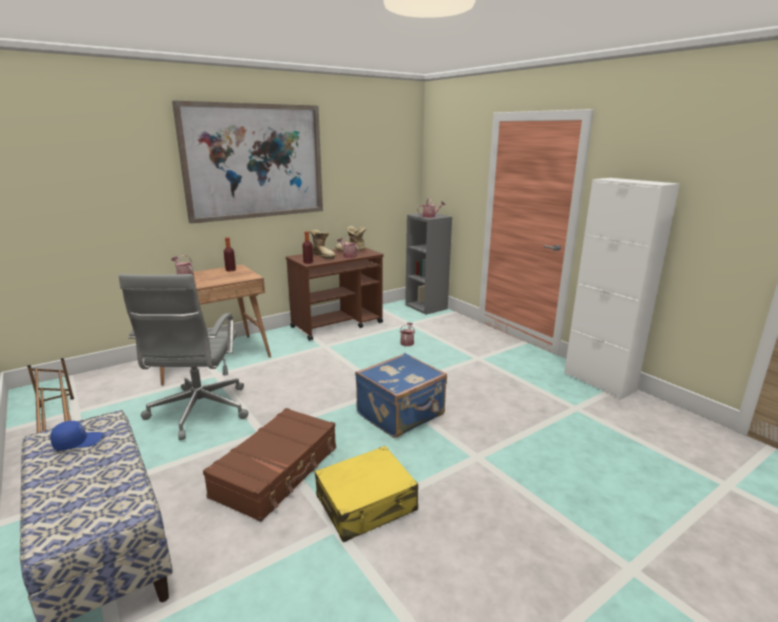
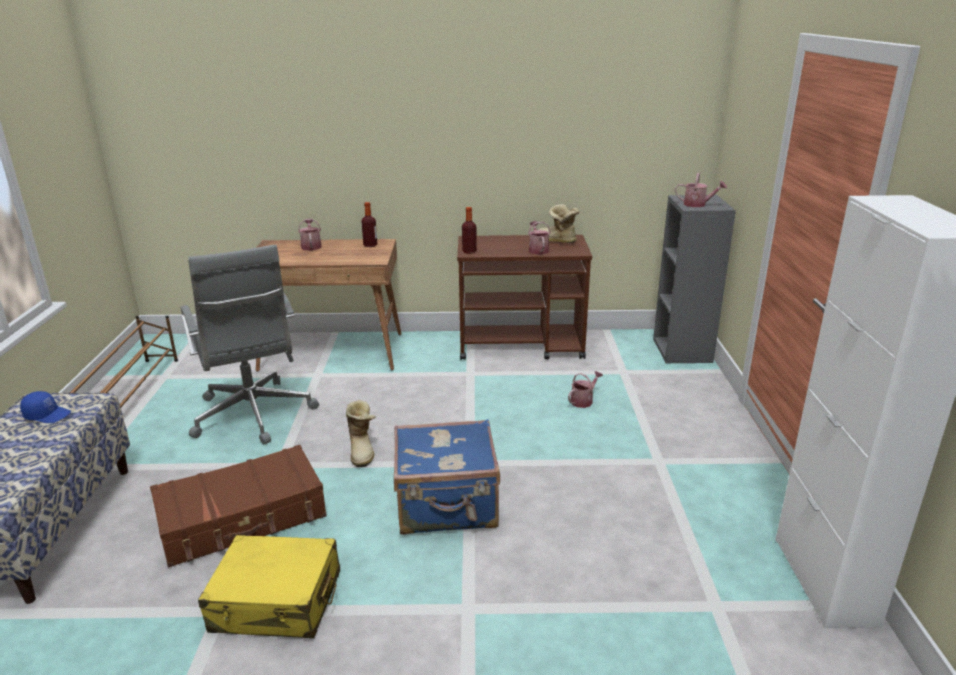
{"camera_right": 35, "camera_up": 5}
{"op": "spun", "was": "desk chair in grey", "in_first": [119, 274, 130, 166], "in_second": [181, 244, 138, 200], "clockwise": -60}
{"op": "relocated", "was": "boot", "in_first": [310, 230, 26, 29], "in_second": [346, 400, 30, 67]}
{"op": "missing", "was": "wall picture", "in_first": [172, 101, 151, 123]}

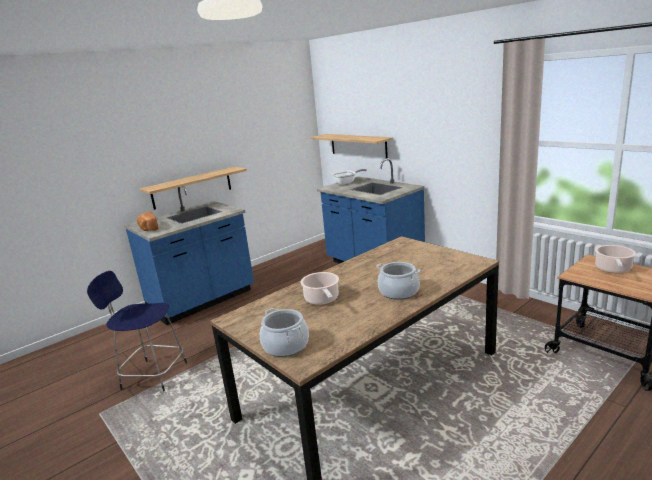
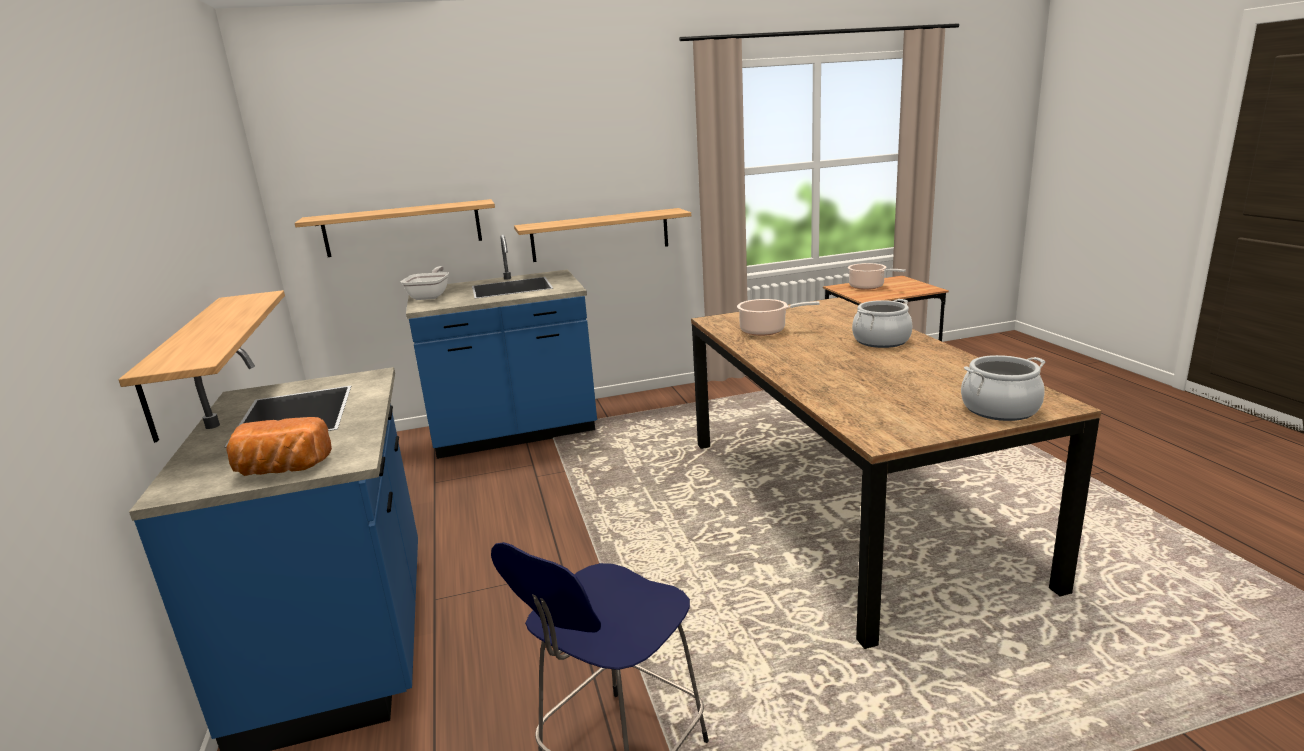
{"camera_right": -65, "camera_up": 0}
{"op": "appeared", "now": "shelf", "in_second": [514, 208, 177, 54]}
{"op": "relocated", "was": "stockpot", "in_first": [300, 272, 39, 33], "in_second": [737, 299, 83, 37]}

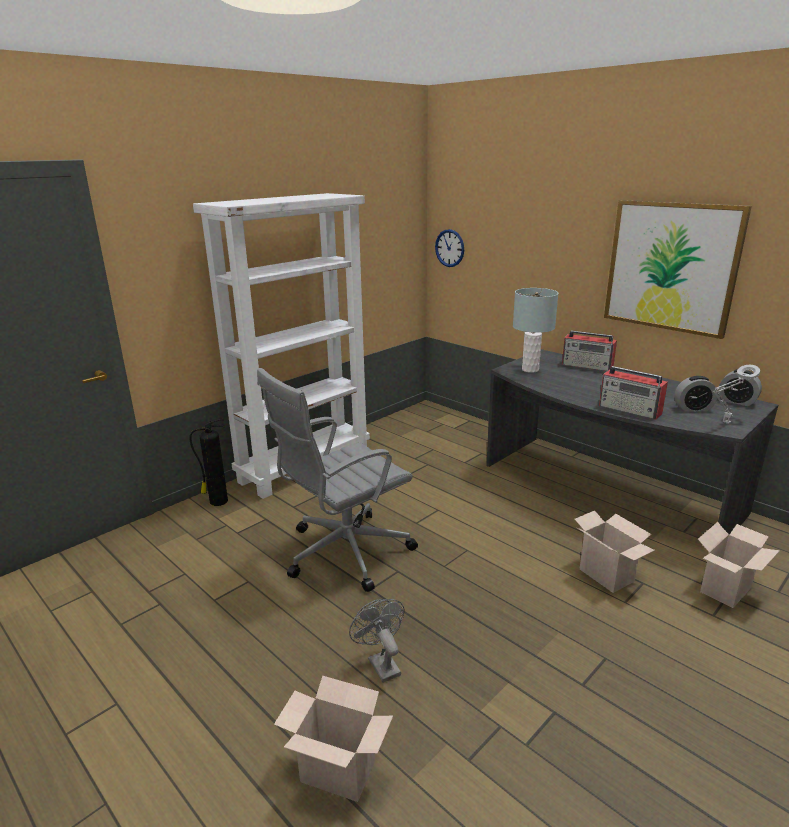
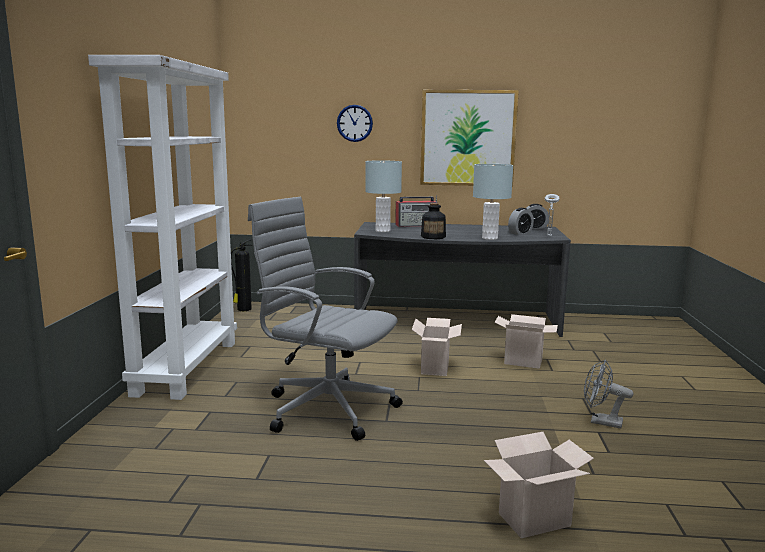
{"camera_right": -40, "camera_up": -10}
{"op": "relocated", "was": "fire-fighting cylinder", "in_first": [189, 418, 39, 88], "in_second": [231, 239, 22, 72]}
{"op": "spun", "was": "desk chair in grey", "in_first": [257, 368, 161, 224], "in_second": [248, 197, 155, 244], "clockwise": 105}
{"op": "relocated", "was": "hanging clock", "in_first": [435, 229, 29, 38], "in_second": [337, 105, 36, 37]}
{"op": "relocated", "was": "carton", "in_first": [698, 522, 82, 86], "in_second": [412, 318, 50, 58]}
{"op": "appeared", "now": "bottle", "in_second": [421, 203, 25, 36]}
{"op": "exchanged", "was": "radio receiver", "now": "table lamp in grey", "in_first": [599, 366, 69, 54], "in_second": [473, 164, 40, 76]}
{"op": "relocated", "was": "fan in grey", "in_first": [349, 599, 56, 84], "in_second": [584, 359, 50, 69]}

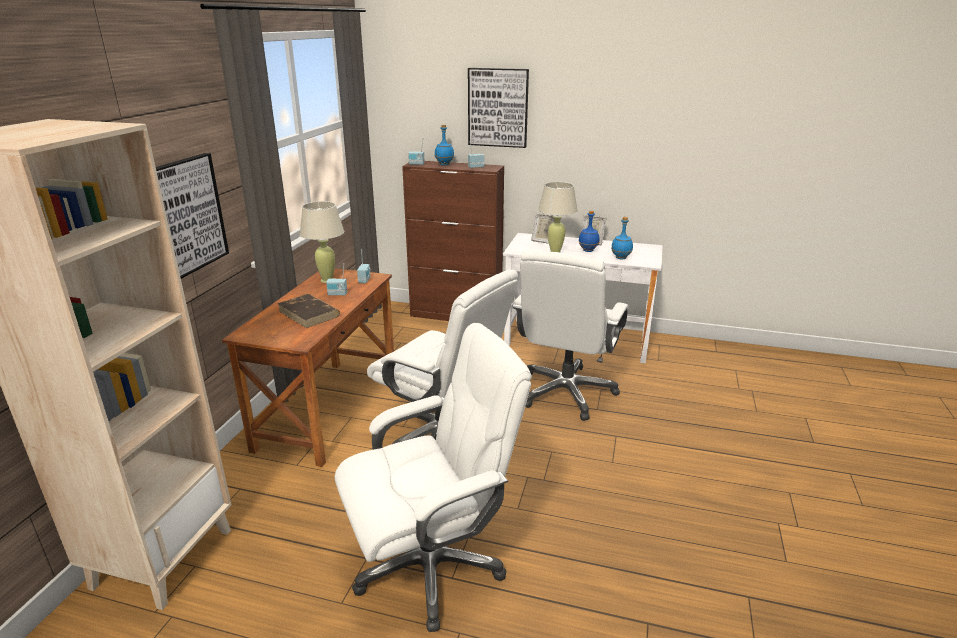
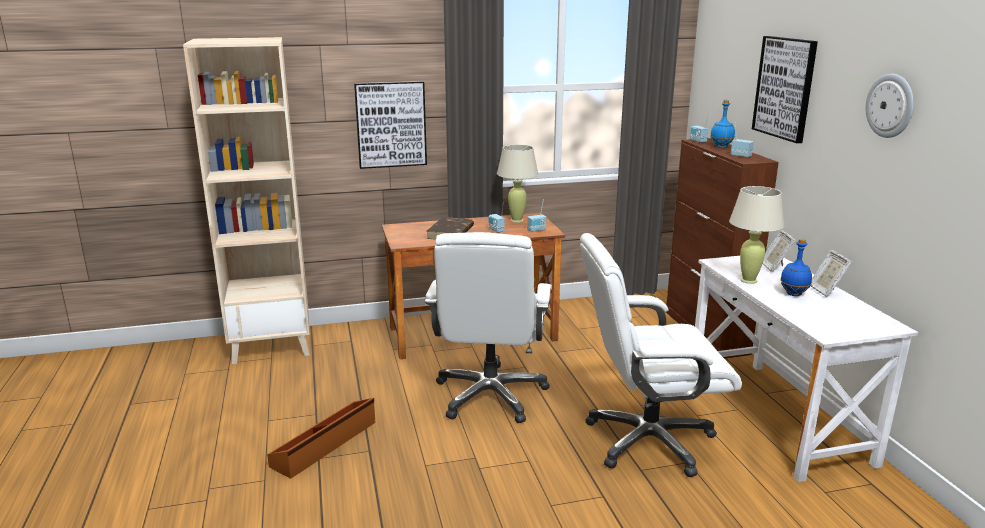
{"camera_right": 60, "camera_up": -5}
{"op": "exchanged", "was": "desk chair in whitish", "now": "storage box in brown-coloured", "in_first": [335, 323, 197, 309], "in_second": [267, 398, 108, 81]}
{"op": "appeared", "now": "hanging clock", "in_second": [866, 73, 48, 65]}
{"op": "missing", "was": "bottle in bluish", "in_first": [611, 217, 22, 43]}

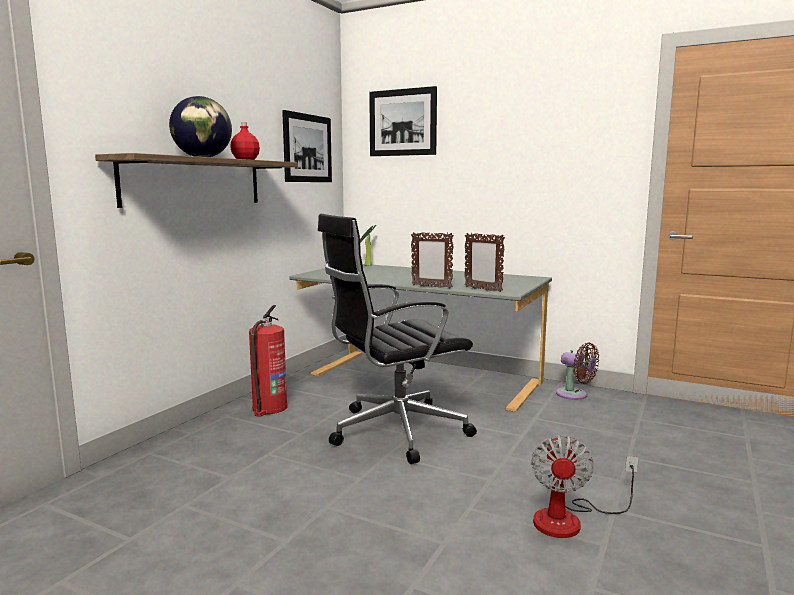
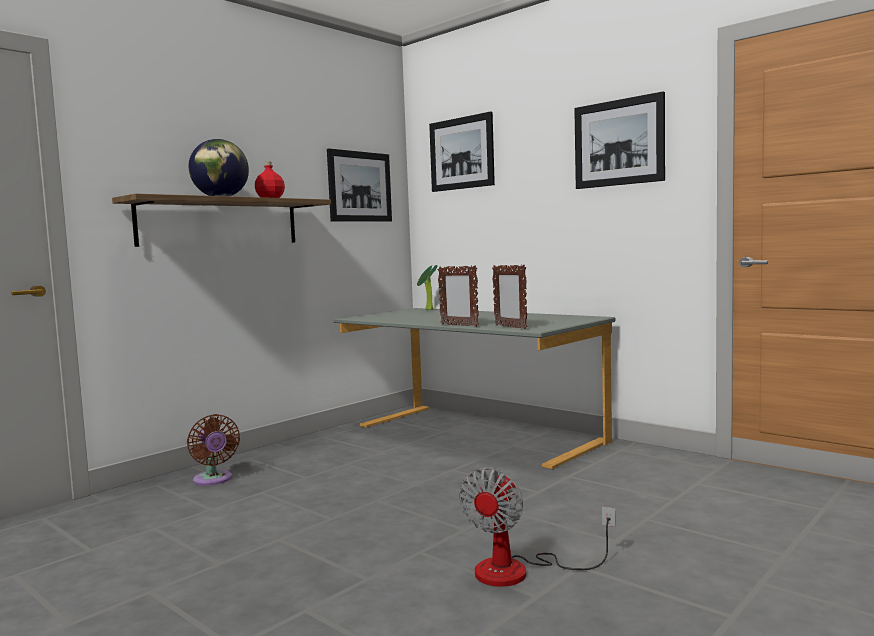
{"camera_right": 15, "camera_up": -5}
{"op": "relocated", "was": "fan in brown-coloured", "in_first": [556, 342, 43, 58], "in_second": [187, 414, 53, 72]}
{"op": "appeared", "now": "wall picture", "in_second": [574, 91, 91, 98]}
{"op": "missing", "was": "fire-fighting cylinder", "in_first": [249, 305, 39, 112]}
{"op": "missing", "was": "desk chair in black", "in_first": [318, 214, 159, 250]}

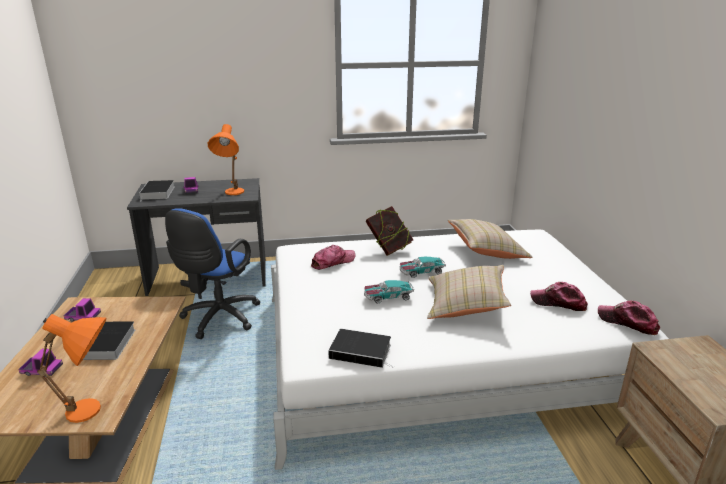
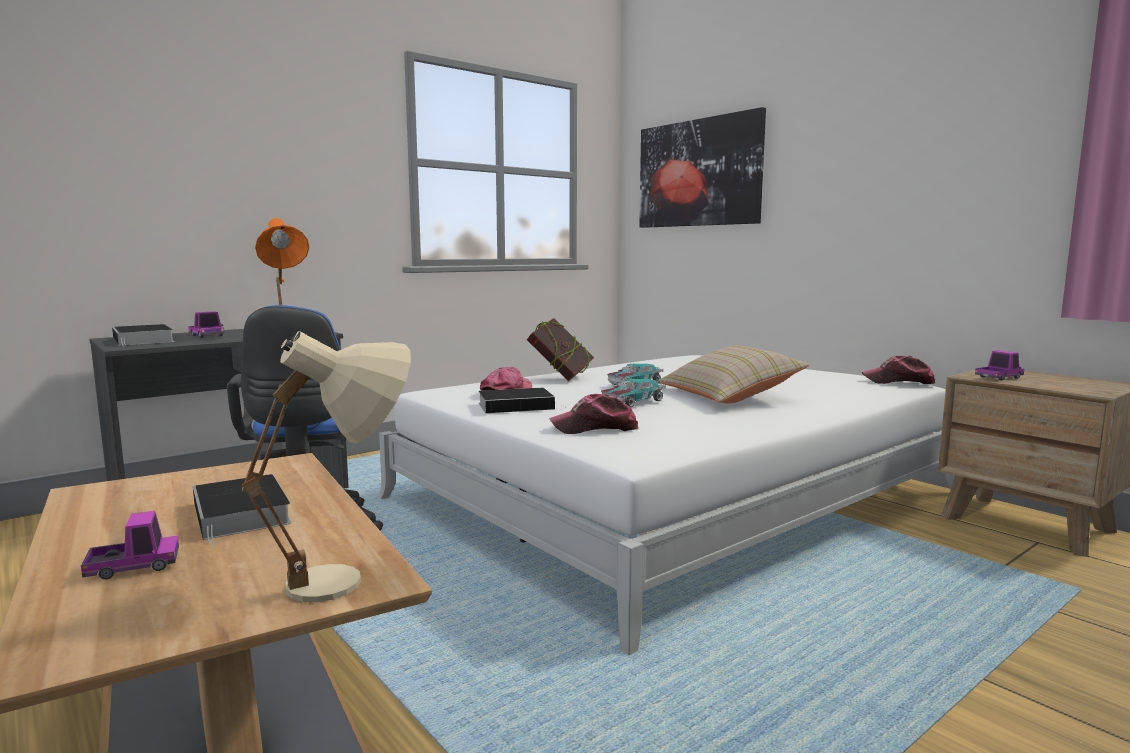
{"camera_right": -30, "camera_up": -15}
{"op": "colour", "was": "table lamp in orange-coloured", "now": "table lamp in beige", "in_first": [37, 314, 69, 109], "in_second": [242, 331, 169, 271]}
{"op": "relocated", "was": "book", "in_first": [328, 329, 66, 39], "in_second": [479, 388, 88, 25]}
{"op": "relocated", "was": "peaked cap", "in_first": [530, 282, 58, 29], "in_second": [549, 394, 90, 40]}
{"op": "appeared", "now": "wall picture", "in_second": [639, 107, 127, 121]}
{"op": "relocated", "was": "toy lorry", "in_first": [64, 298, 37, 24], "in_second": [975, 350, 49, 31]}
{"op": "missing", "was": "throw pillow in beige", "in_first": [448, 219, 84, 40]}

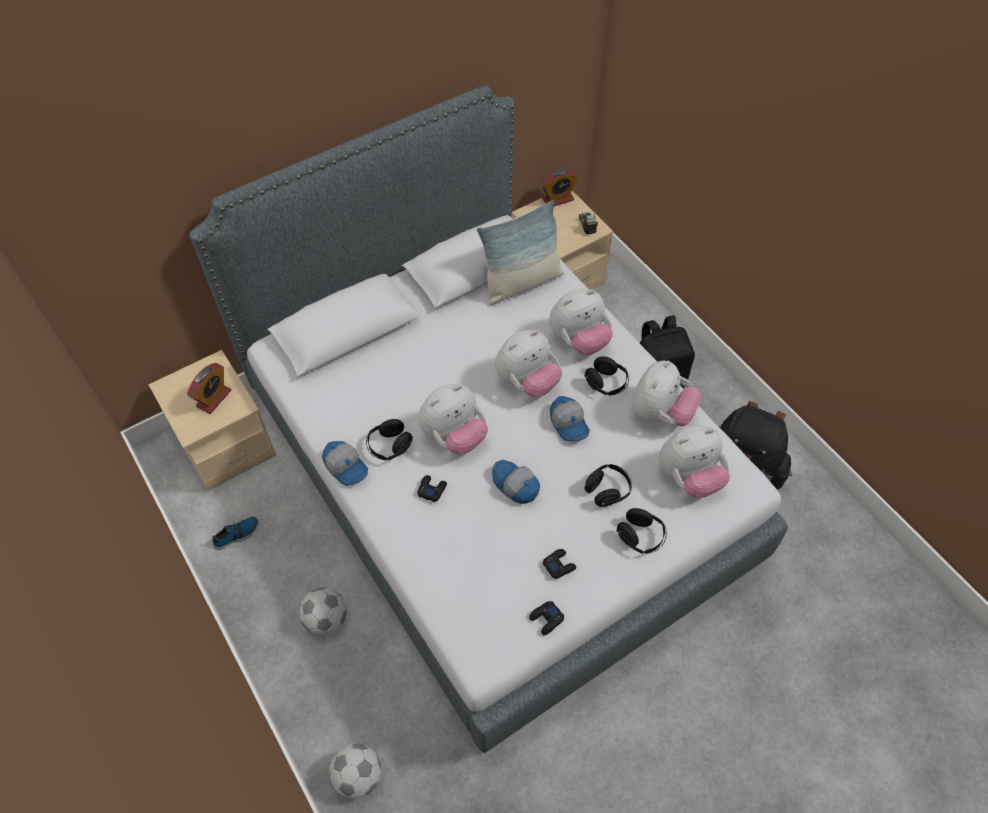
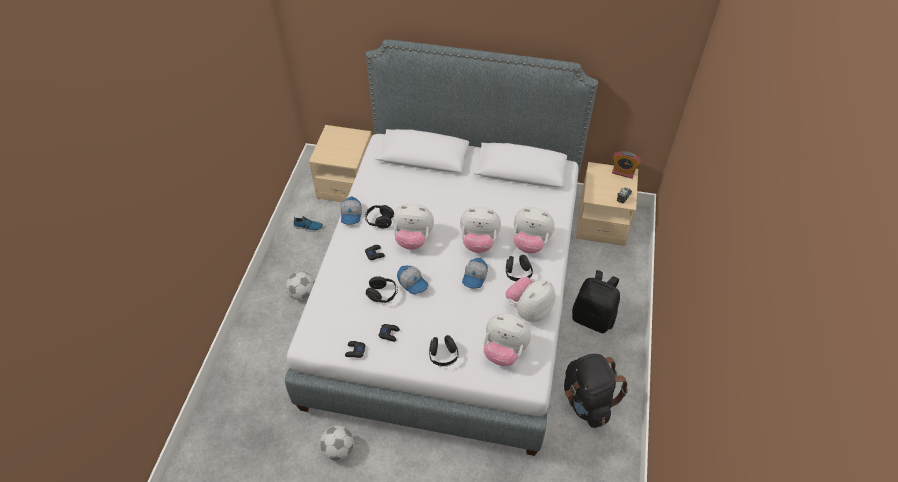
{"camera_right": 45, "camera_up": -5}
{"op": "relocated", "was": "football ball", "in_first": [329, 743, 52, 56], "in_second": [320, 425, 34, 36]}
{"op": "relocated", "was": "headset in black", "in_first": [584, 464, 48, 43], "in_second": [366, 276, 32, 27]}
{"op": "spun", "was": "peaked cap", "in_first": [492, 460, 48, 44], "in_second": [397, 266, 31, 28], "clockwise": 135}
{"op": "spun", "was": "soft toy", "in_first": [632, 361, 69, 65], "in_second": [505, 277, 50, 45], "clockwise": 150}
{"op": "missing", "was": "bedside clock", "in_first": [187, 363, 44, 51]}
{"op": "missing", "was": "throw pillow", "in_first": [477, 200, 87, 106]}

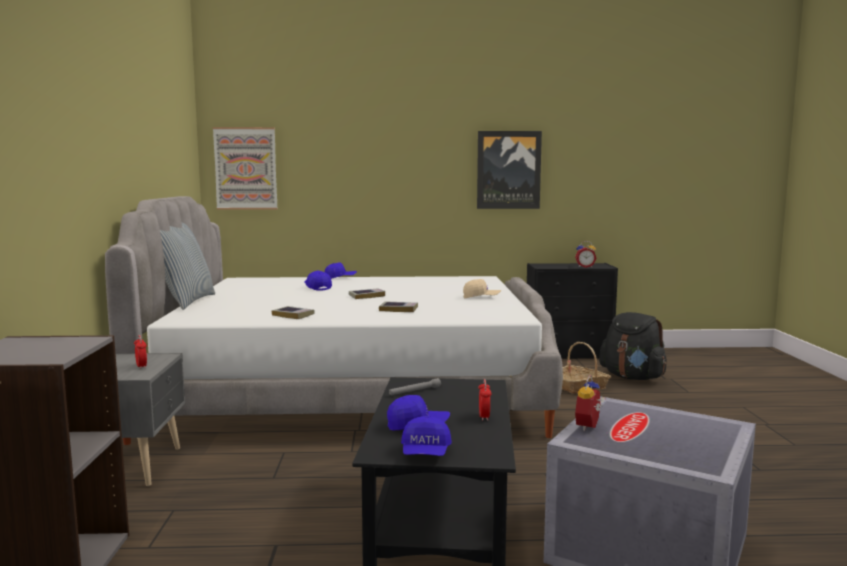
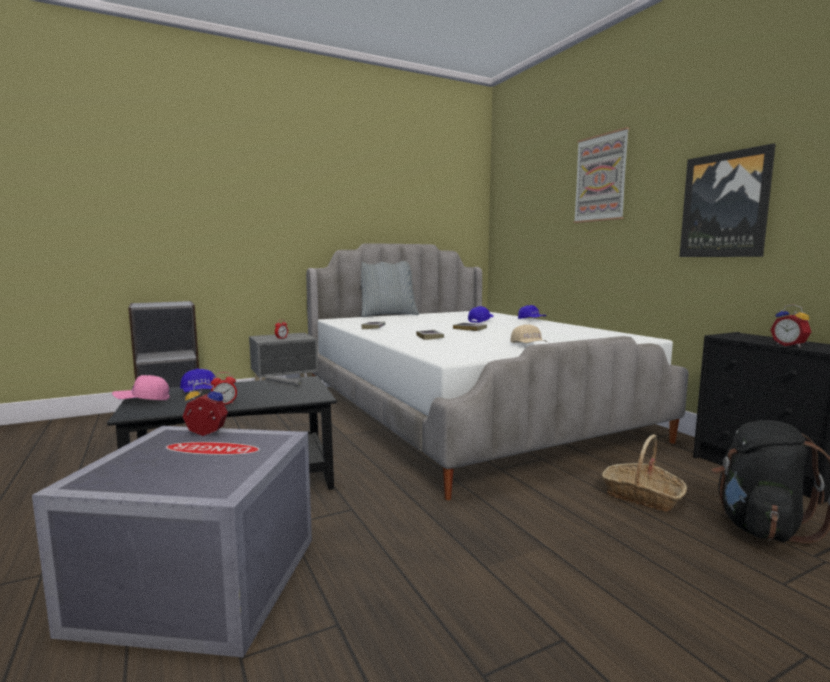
{"camera_right": 65, "camera_up": 0}
{"op": "colour", "was": "peaked cap in bluish", "now": "peaked cap in pink", "in_first": [401, 416, 51, 40], "in_second": [112, 375, 58, 25]}
{"op": "relocated", "was": "wall picture", "in_first": [213, 127, 65, 83], "in_second": [573, 127, 56, 96]}

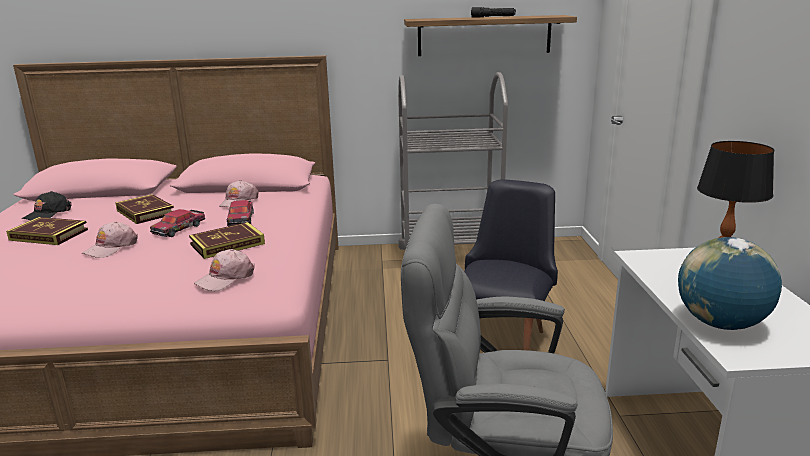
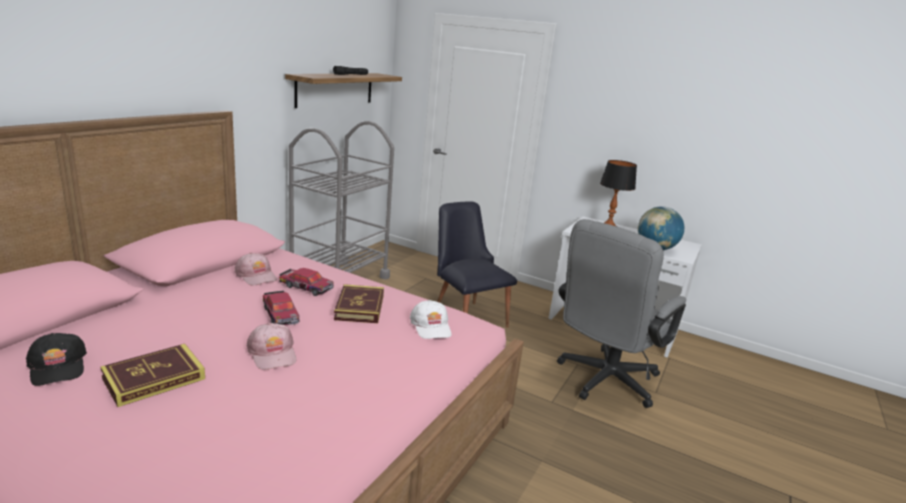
{"camera_right": -60, "camera_up": 0}
{"op": "colour", "was": "peaked cap in pink", "now": "peaked cap in whitish", "in_first": [194, 249, 61, 42], "in_second": [410, 300, 41, 39]}
{"op": "missing", "was": "book", "in_first": [115, 194, 59, 30]}

